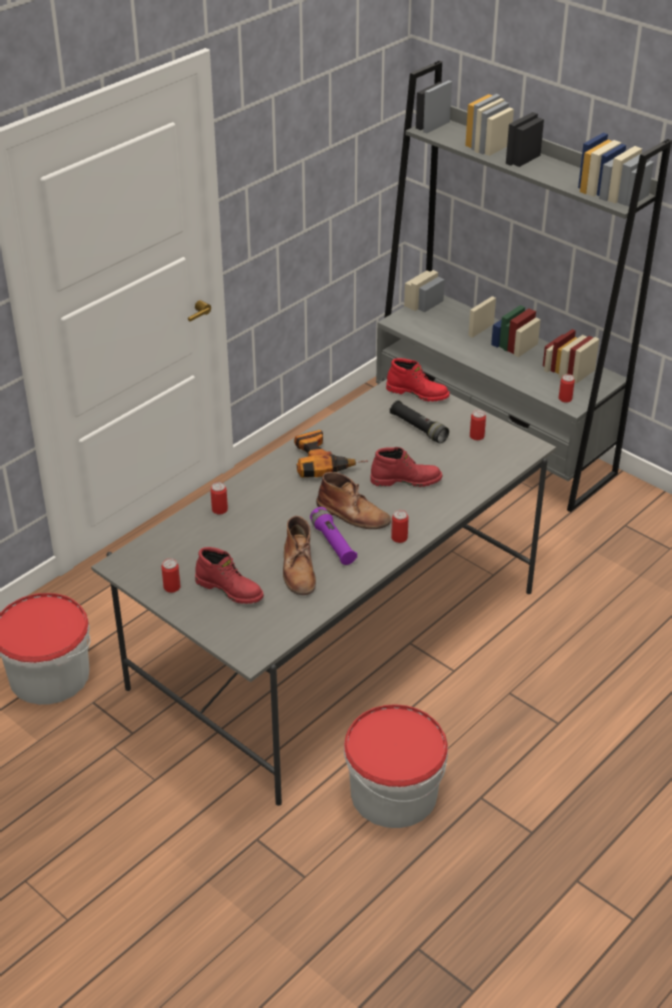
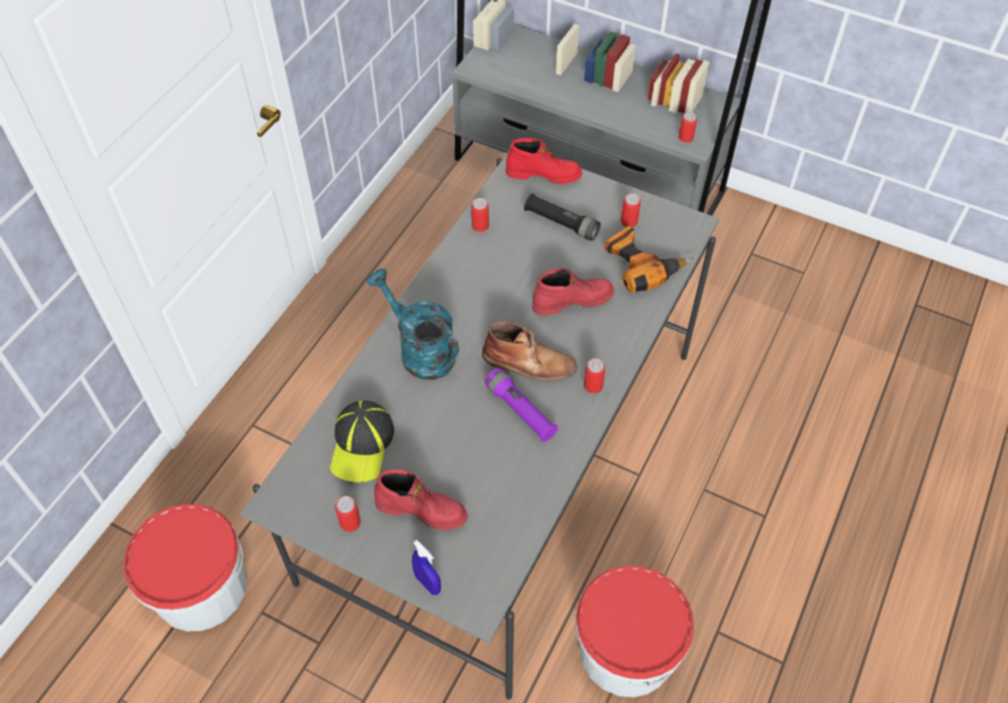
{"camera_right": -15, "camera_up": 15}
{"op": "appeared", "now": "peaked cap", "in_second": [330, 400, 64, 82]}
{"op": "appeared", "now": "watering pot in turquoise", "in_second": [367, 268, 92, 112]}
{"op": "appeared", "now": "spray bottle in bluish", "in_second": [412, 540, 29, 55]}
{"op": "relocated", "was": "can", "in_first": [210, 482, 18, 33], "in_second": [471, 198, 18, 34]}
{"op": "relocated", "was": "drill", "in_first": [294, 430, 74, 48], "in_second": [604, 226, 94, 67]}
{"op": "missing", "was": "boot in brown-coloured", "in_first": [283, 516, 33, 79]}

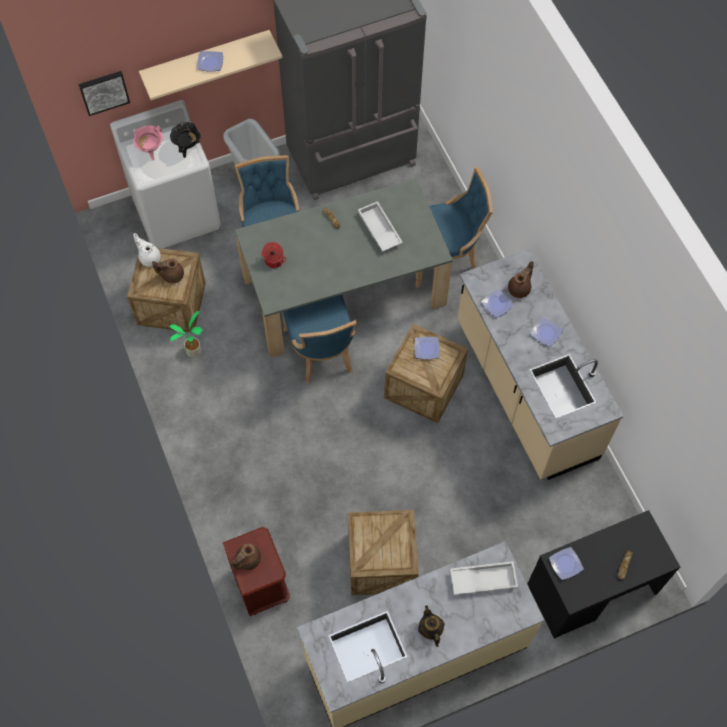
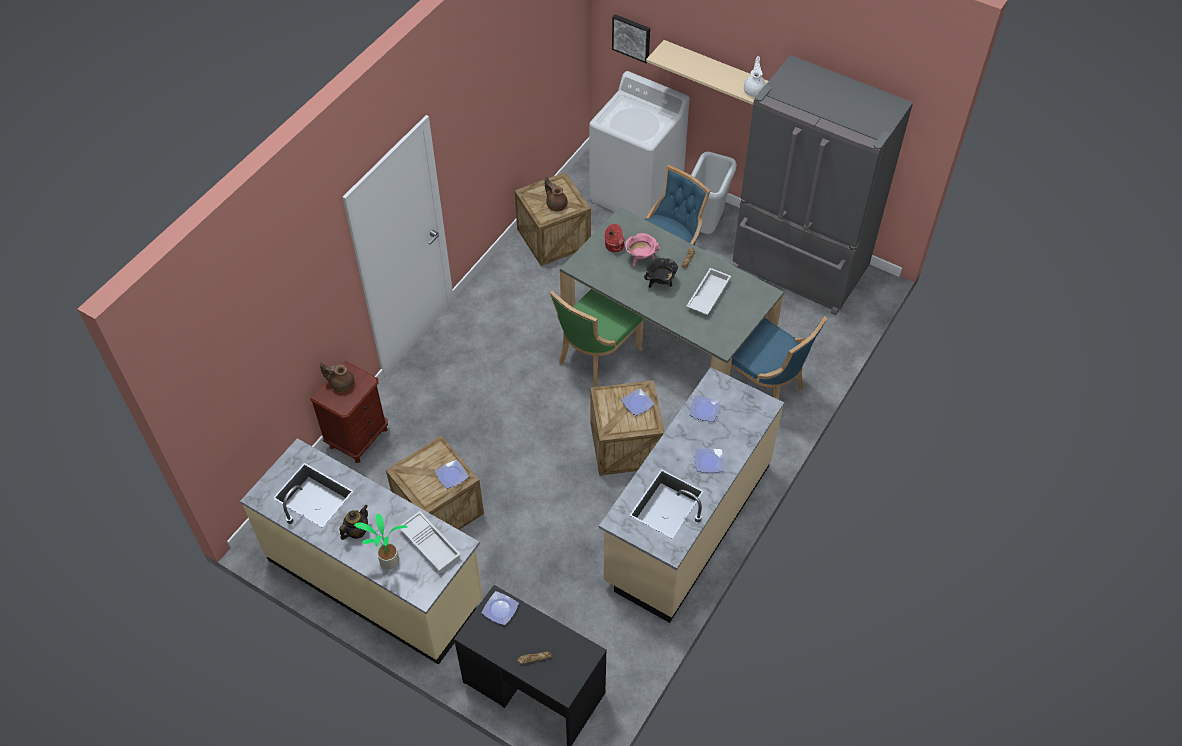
{"camera_right": 55, "camera_up": -10}
{"op": "relocated", "was": "plant in a pot", "in_first": [170, 311, 32, 47], "in_second": [354, 514, 53, 55]}
{"op": "relocated", "was": "dinner plate", "in_first": [197, 51, 26, 21], "in_second": [435, 460, 33, 29]}
{"op": "colour", "was": "plain chair in bluish", "now": "plain chair in greenish", "in_first": [282, 295, 75, 88], "in_second": [550, 289, 94, 98]}
{"op": "relocated", "was": "stockpot in pink", "in_first": [133, 125, 30, 35], "in_second": [625, 233, 35, 33]}
{"op": "relocated", "was": "stockpot in black", "in_first": [170, 122, 31, 36], "in_second": [644, 258, 34, 30]}
{"op": "relocated", "was": "teapot in whitish", "in_first": [133, 233, 28, 34], "in_second": [744, 56, 22, 41]}
{"op": "missing", "was": "teapot in brown-coloured", "in_first": [508, 261, 26, 37]}

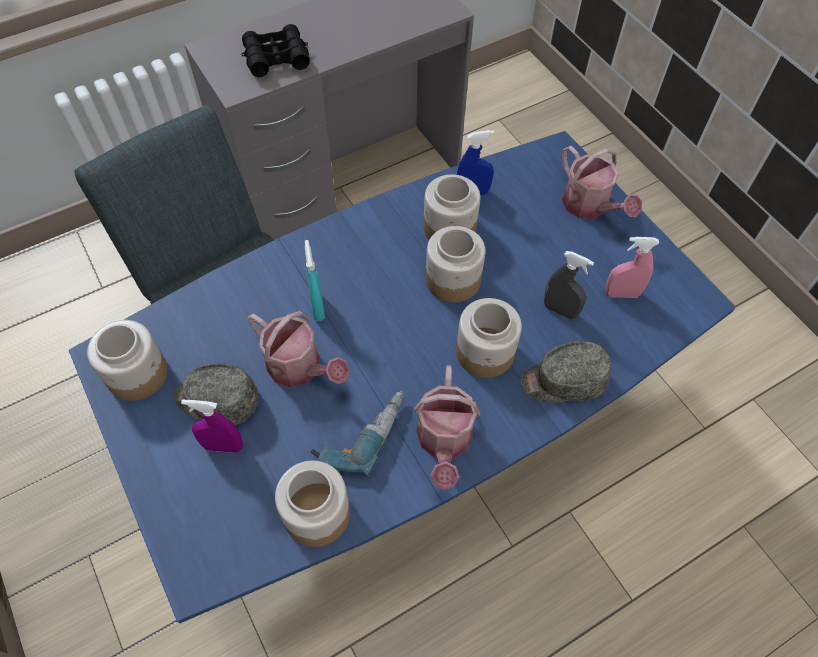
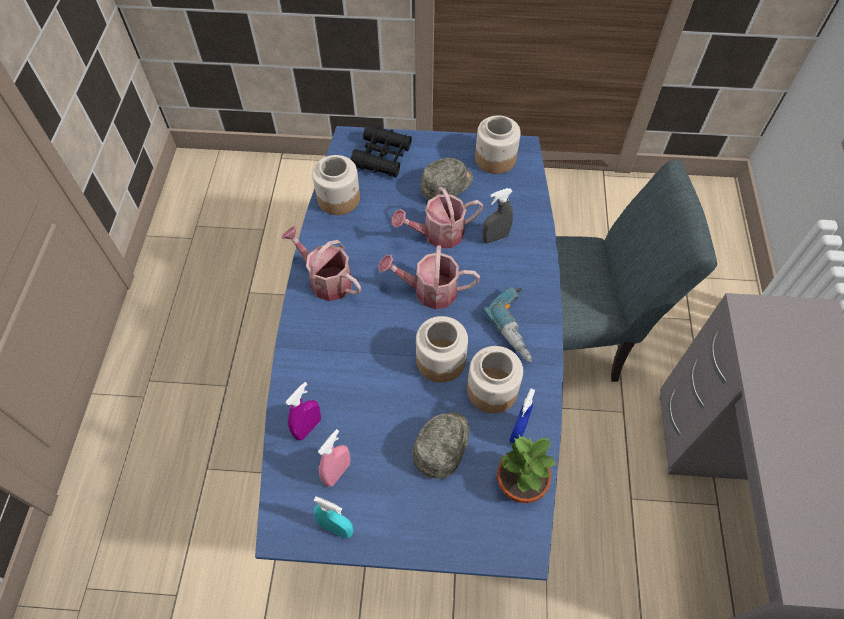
{"camera_right": 125, "camera_up": 0}
{"op": "relocated", "was": "spray bottle in purplish", "in_first": [181, 400, 62, 53], "in_second": [285, 382, 36, 58]}
{"op": "relocated", "was": "spray bottle in turquoise", "in_first": [305, 240, 20, 81], "in_second": [313, 496, 40, 43]}
{"op": "relocated", "was": "pair of binoculars in black", "in_first": [242, 24, 68, 53], "in_second": [351, 124, 61, 53]}
{"op": "relocated", "was": "watering pot", "in_first": [562, 146, 80, 73], "in_second": [378, 245, 102, 65]}
{"op": "relocated", "was": "peaked cap in grey", "in_first": [521, 341, 90, 62], "in_second": [412, 412, 57, 67]}
{"op": "relocated", "was": "spray bottle in grey", "in_first": [544, 251, 50, 68], "in_second": [482, 188, 31, 55]}
{"op": "relocated", "was": "drill", "in_first": [311, 391, 93, 87], "in_second": [483, 286, 49, 77]}
{"op": "appeared", "now": "plant in a pot", "in_second": [497, 435, 61, 68]}
{"op": "missing", "was": "storage jar", "in_first": [456, 298, 66, 80]}

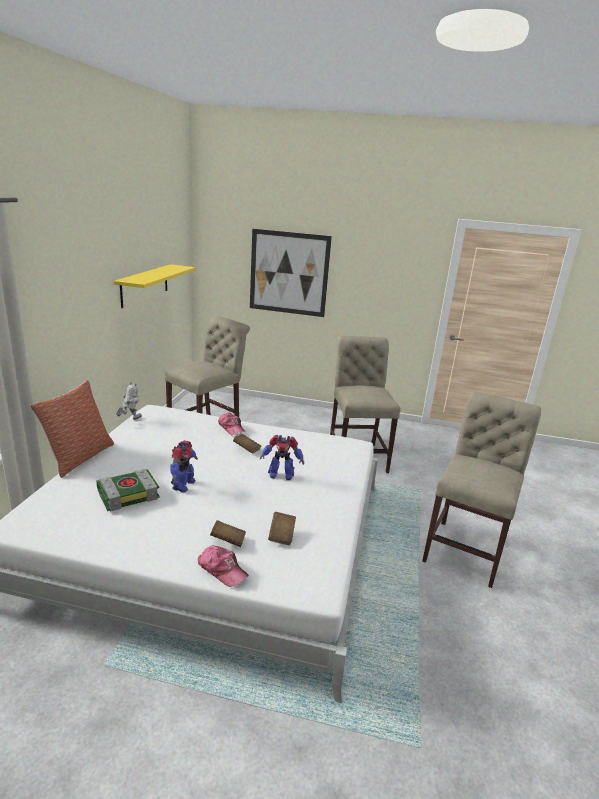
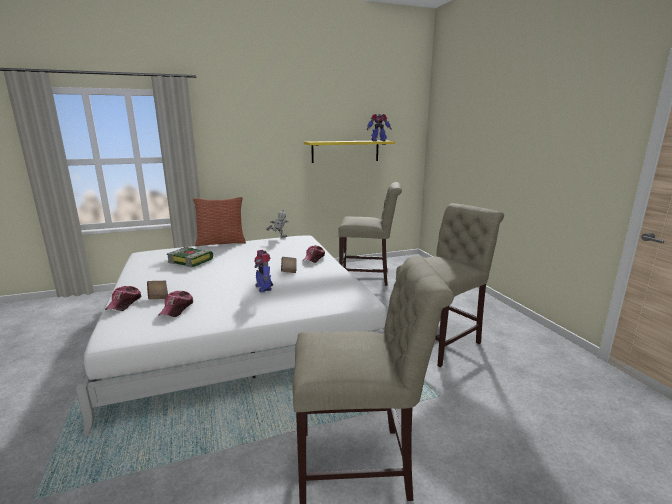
{"camera_right": 60, "camera_up": -5}
{"op": "exchanged", "was": "book in brown-coloured", "now": "peaked cap", "in_first": [268, 512, 28, 33], "in_second": [159, 291, 34, 26]}
{"op": "relocated", "was": "robot figure", "in_first": [170, 440, 28, 52], "in_second": [367, 114, 25, 27]}
{"op": "missing", "was": "wall picture", "in_first": [250, 229, 82, 88]}

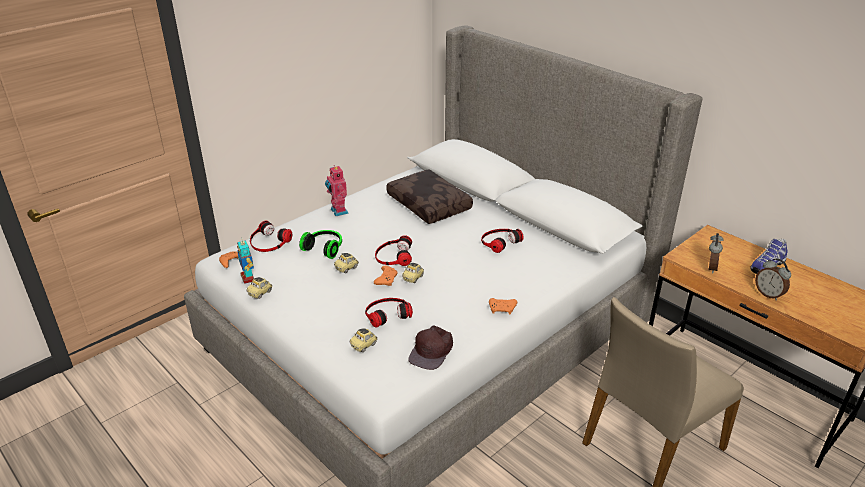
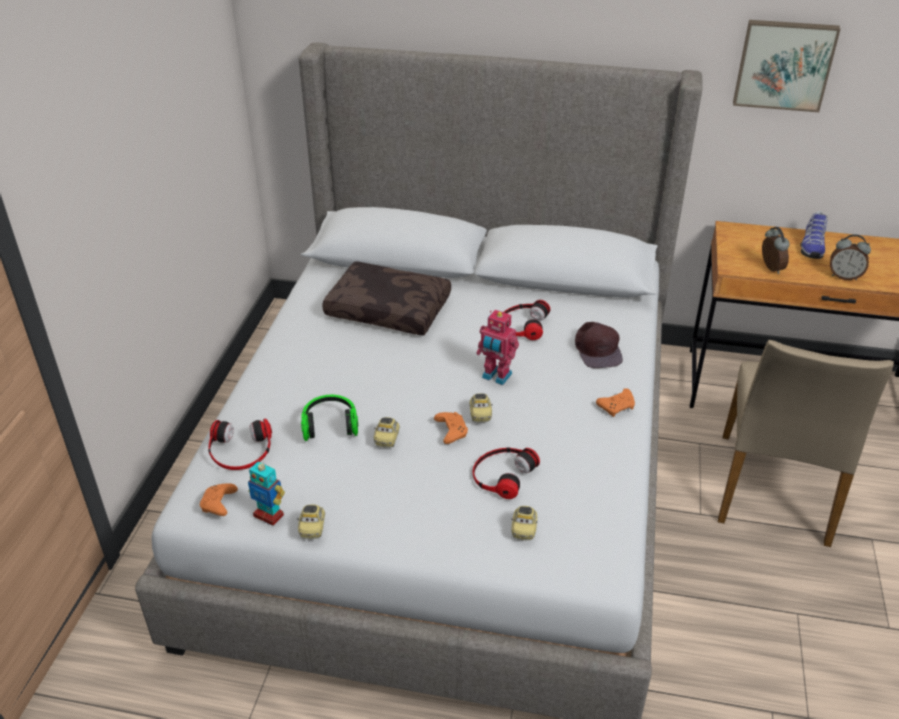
{"camera_right": -35, "camera_up": 5}
{"op": "relocated", "was": "robot figure", "in_first": [325, 166, 24, 50], "in_second": [476, 310, 43, 75]}
{"op": "relocated", "was": "peaked cap in brown-coloured", "in_first": [408, 325, 45, 45], "in_second": [575, 322, 48, 46]}
{"op": "appeared", "now": "wall picture", "in_second": [733, 20, 107, 92]}
{"op": "missing", "was": "headset", "in_first": [375, 235, 37, 31]}

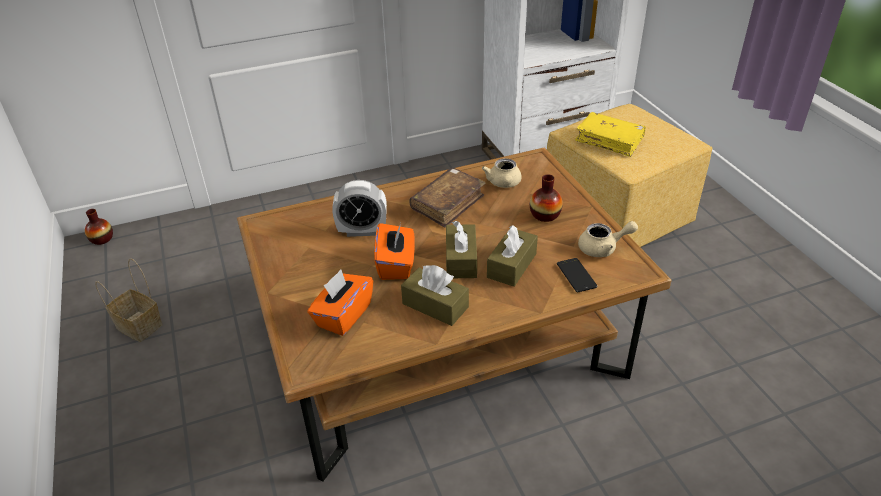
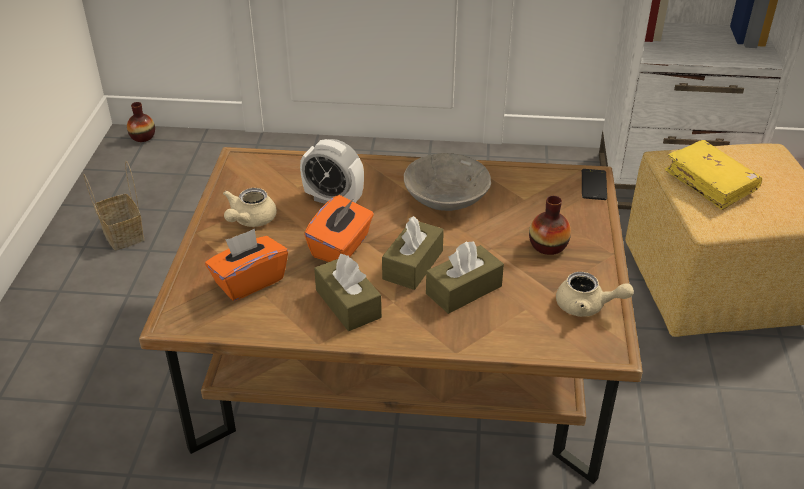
{"camera_right": 25, "camera_up": 0}
{"op": "relocated", "was": "teapot in beige", "in_first": [482, 158, 40, 30], "in_second": [223, 188, 54, 39]}
{"op": "exchanged", "was": "book in brown-coloured", "now": "bowl in grey", "in_first": [409, 168, 77, 60], "in_second": [404, 153, 87, 58]}
{"op": "relocated", "was": "phone", "in_first": [557, 258, 40, 34], "in_second": [582, 169, 25, 31]}

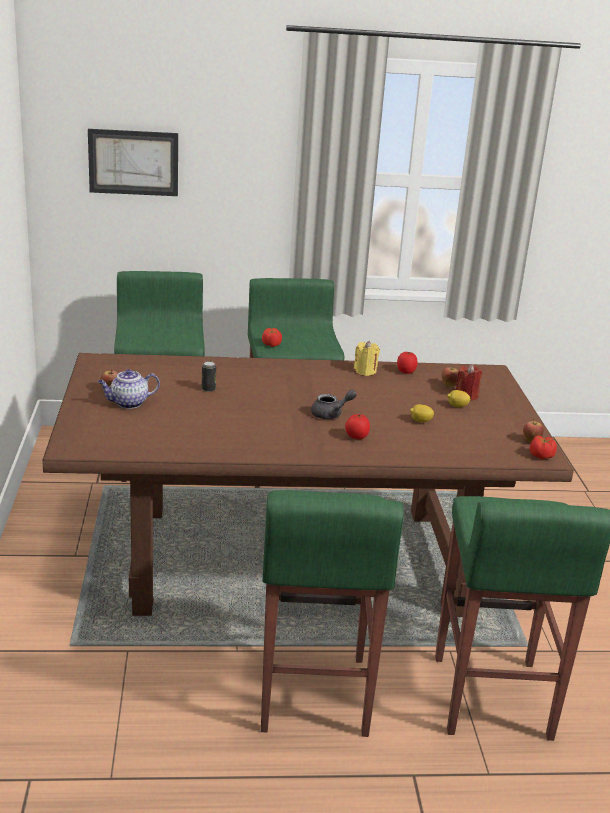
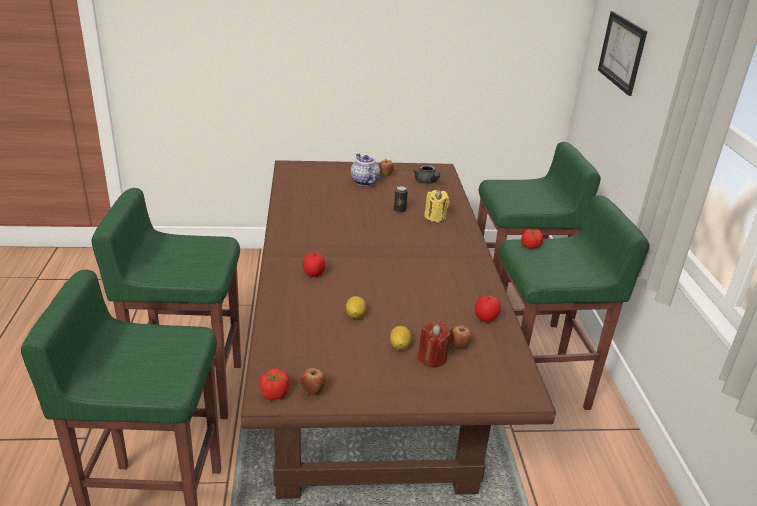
{"camera_right": 90, "camera_up": 5}
{"op": "relocated", "was": "teapot in grey", "in_first": [311, 390, 46, 29], "in_second": [413, 164, 27, 20]}
{"op": "relocated", "was": "candle in yellowish", "in_first": [353, 341, 27, 35], "in_second": [424, 190, 25, 32]}

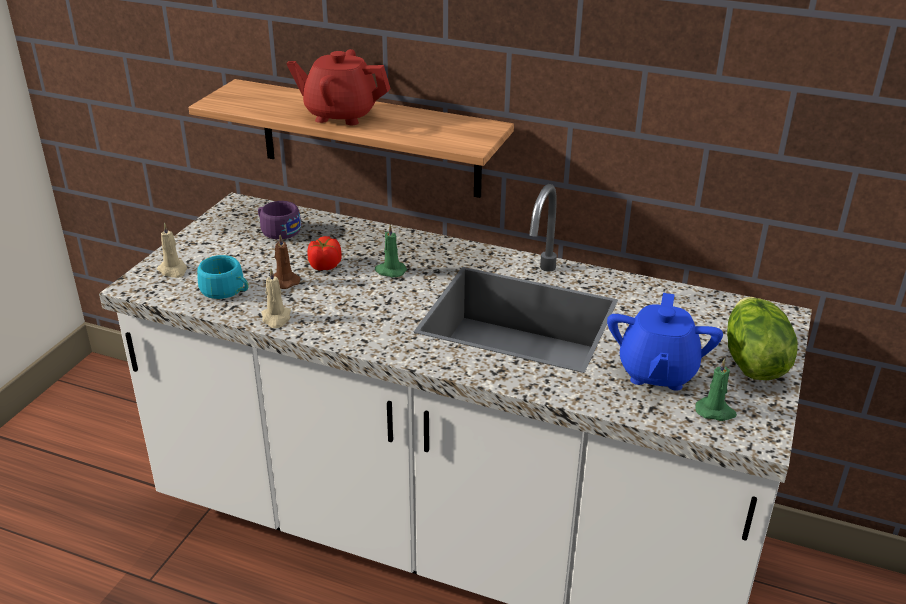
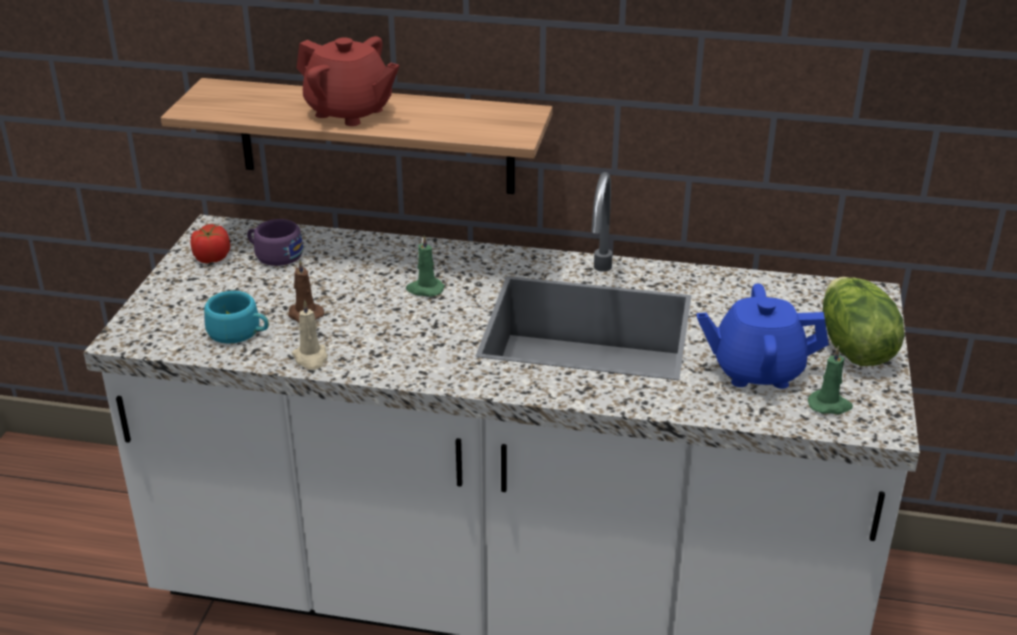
{"camera_right": -10, "camera_up": 0}
{"op": "relocated", "was": "fresh tomato", "in_first": [307, 236, 34, 35], "in_second": [190, 224, 40, 39]}
{"op": "spun", "was": "teapot in reddish", "in_first": [286, 49, 104, 76], "in_second": [297, 36, 102, 90], "clockwise": -150}
{"op": "spun", "was": "teapot in bluish", "in_first": [607, 293, 116, 98], "in_second": [696, 284, 133, 105], "clockwise": 90}
{"op": "missing", "was": "candle in beige", "in_first": [157, 222, 30, 56]}

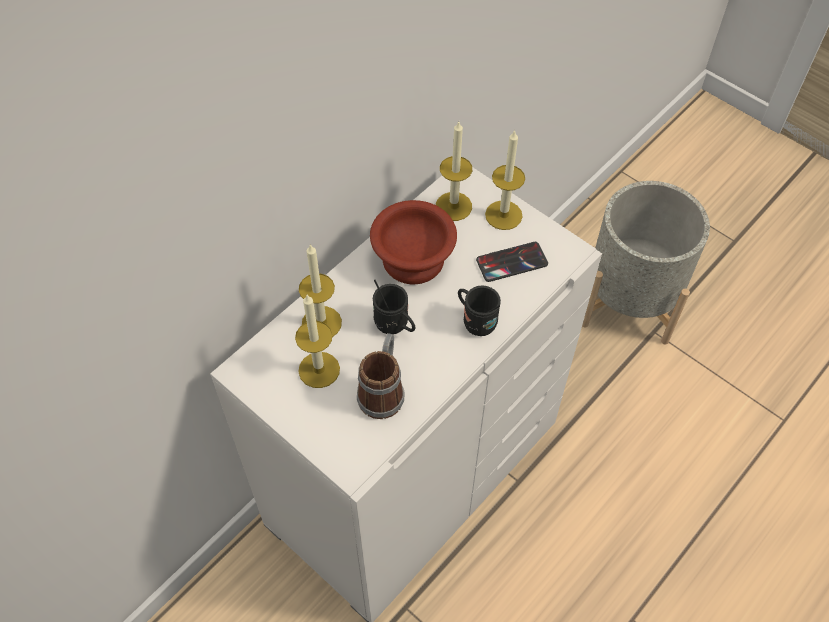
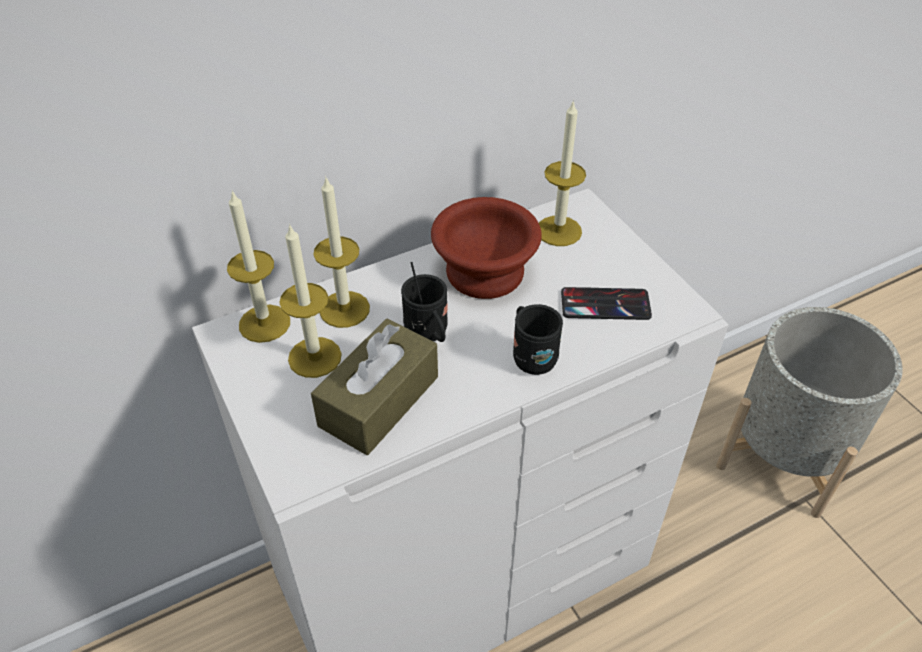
{"camera_right": 20, "camera_up": -10}
{"op": "relocated", "was": "candle", "in_first": [485, 130, 40, 100], "in_second": [227, 190, 63, 153]}
{"op": "exchanged", "was": "coffee mug", "now": "tissue box in brown-coloured", "in_first": [357, 333, 48, 86], "in_second": [311, 319, 127, 136]}

